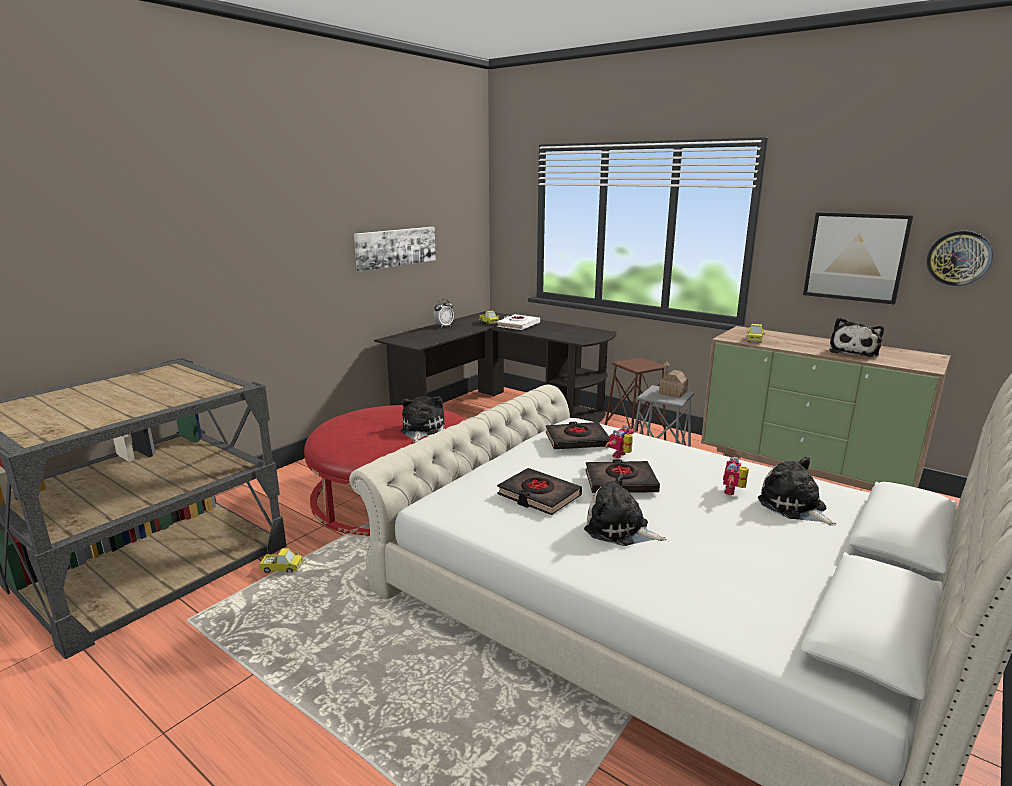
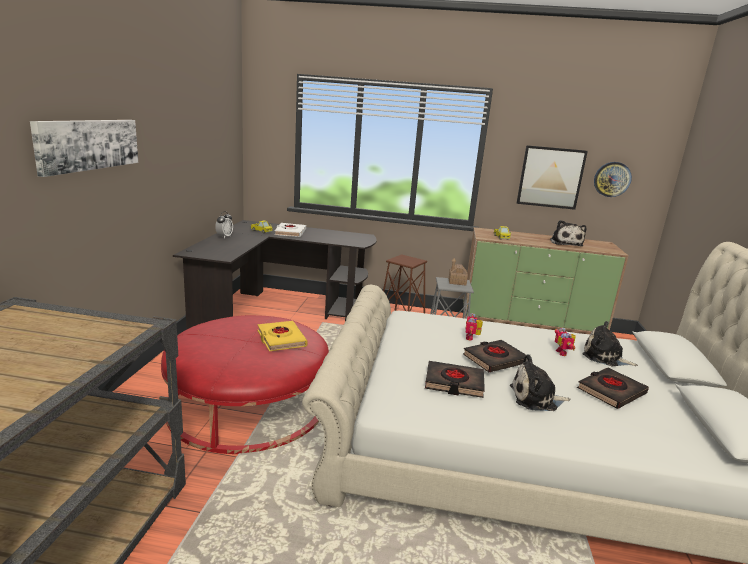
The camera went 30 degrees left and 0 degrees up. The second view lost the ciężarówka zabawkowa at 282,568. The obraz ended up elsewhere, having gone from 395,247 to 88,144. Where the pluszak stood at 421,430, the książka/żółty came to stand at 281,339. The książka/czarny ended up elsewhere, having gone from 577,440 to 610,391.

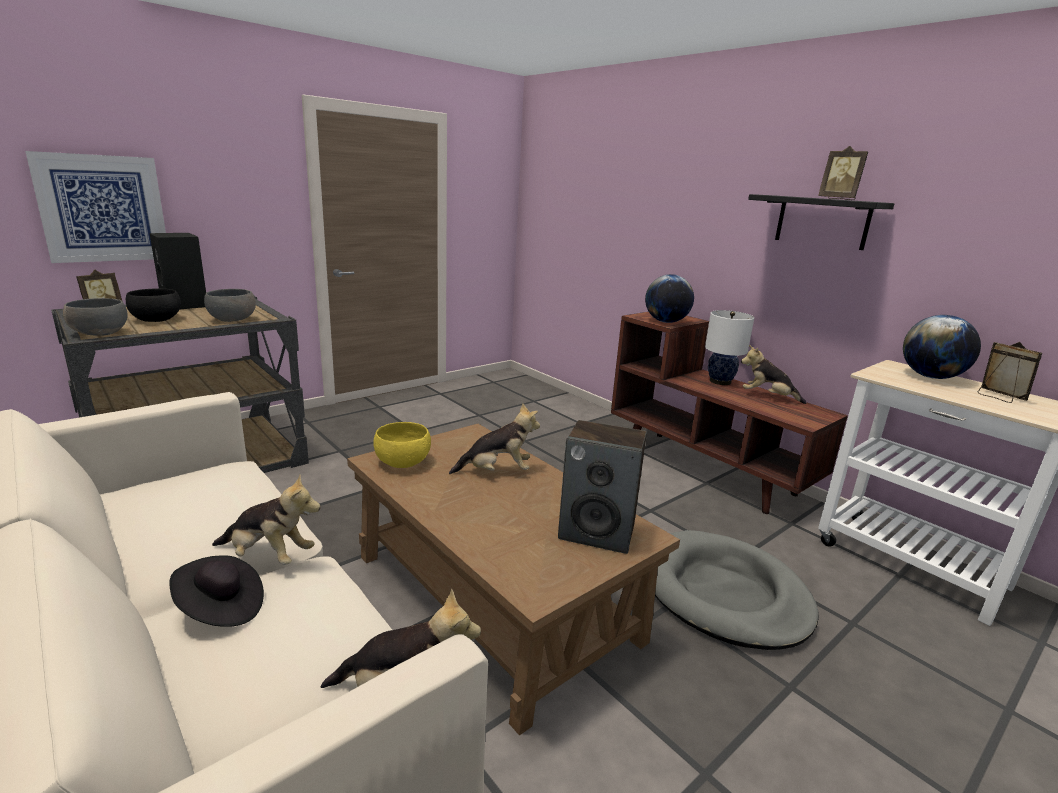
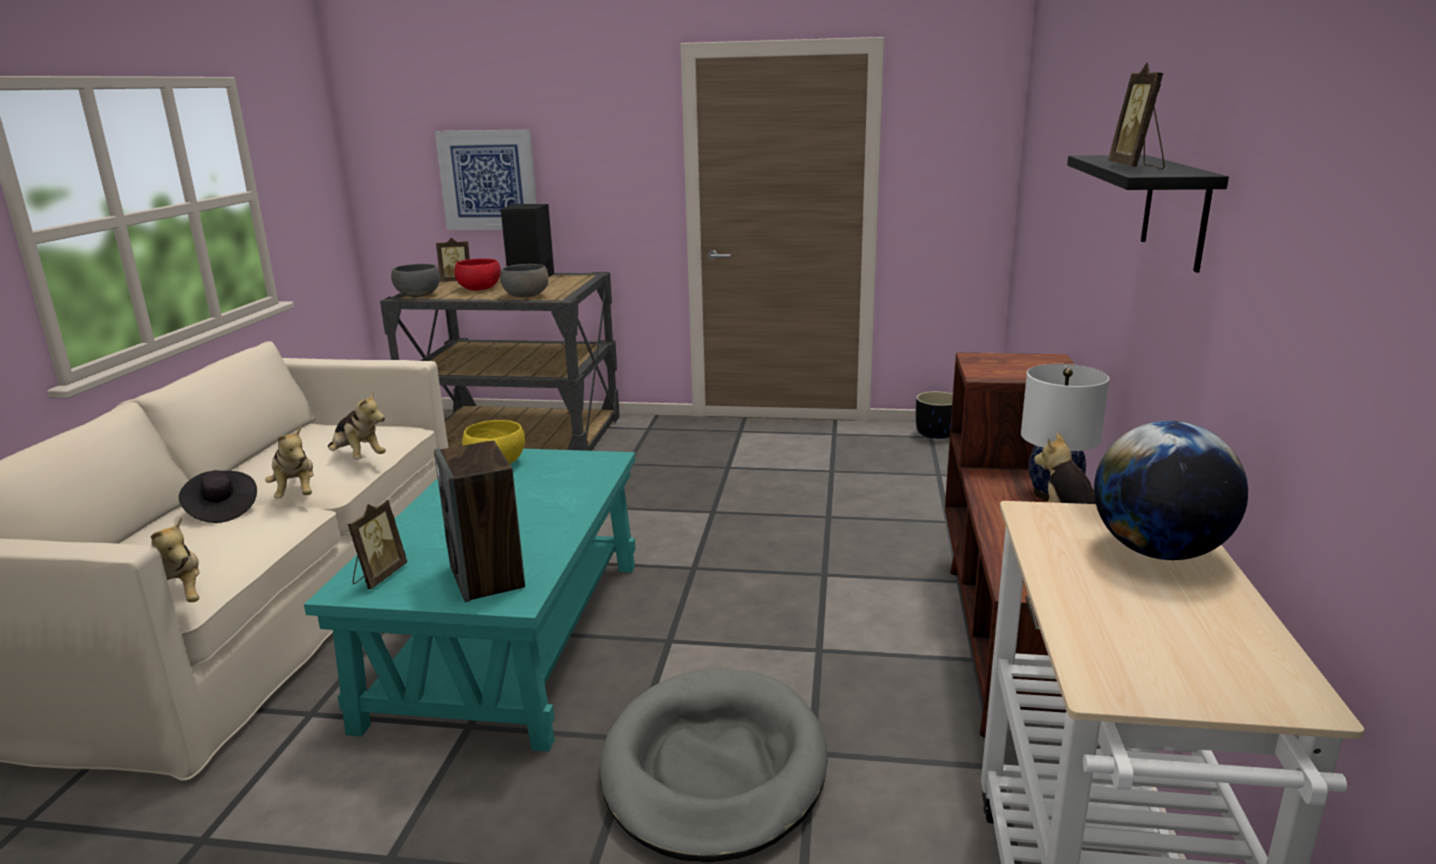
The camera went 50 degrees right and 0 degrees up. What was the miska/czarny at 157,320 turned into the miska/czerwony at 479,289. What was the ława/brązowy at 492,596 turned into the ława/turkusowy at 510,637. The pluszak ended up elsewhere, having gone from 497,471 to 358,458. The second view lost the globus at 666,322. The ramka na zdjęcie ended up elsewhere, having gone from 998,397 to 378,576. The second view gained the donica/czarny at 936,434.

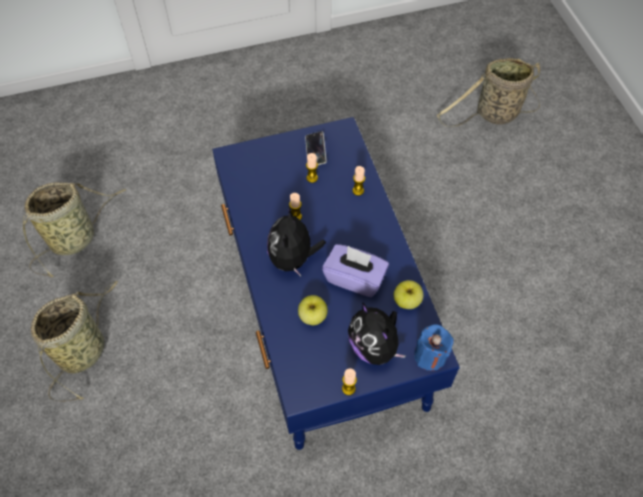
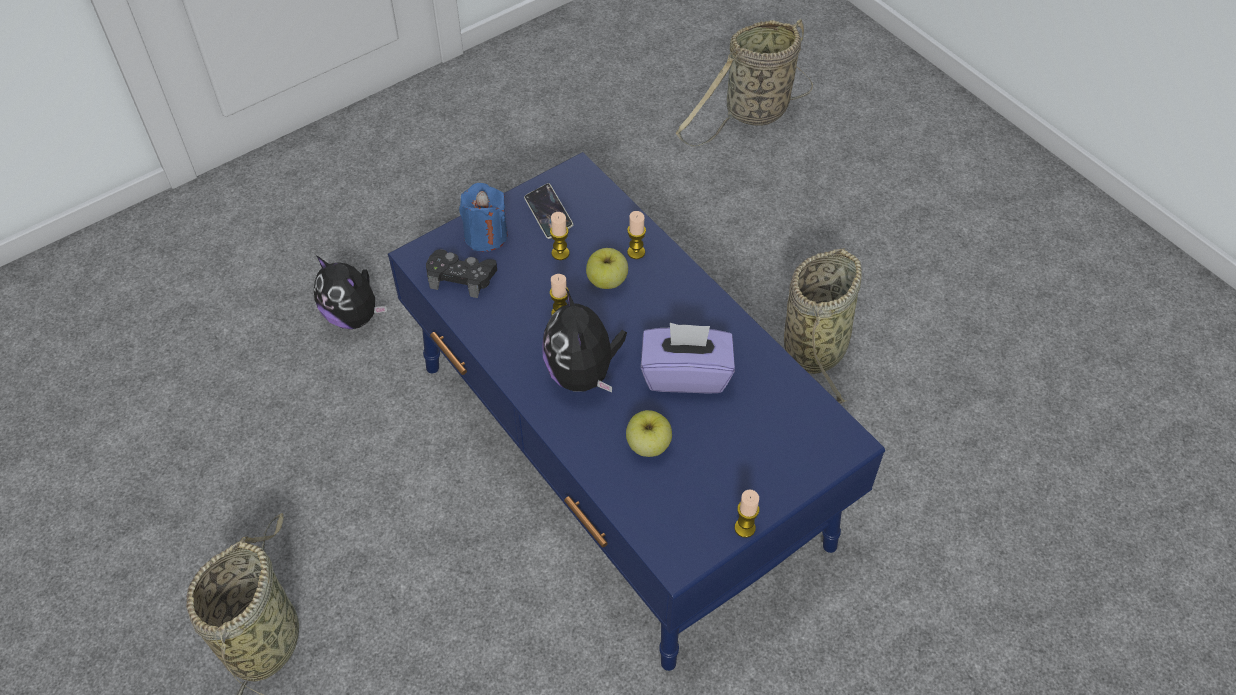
The camera went 20 degrees left and 5 degrees down. The koszyk ended up elsewhere, having gone from 76,238 to 816,345. The pluszak ended up elsewhere, having gone from 374,346 to 354,316. The jabłko ended up elsewhere, having gone from 407,301 to 607,281. The świeca/niebieski ended up elsewhere, having gone from 430,355 to 486,235. The second view gained the pad do gier/czarny at 461,277.

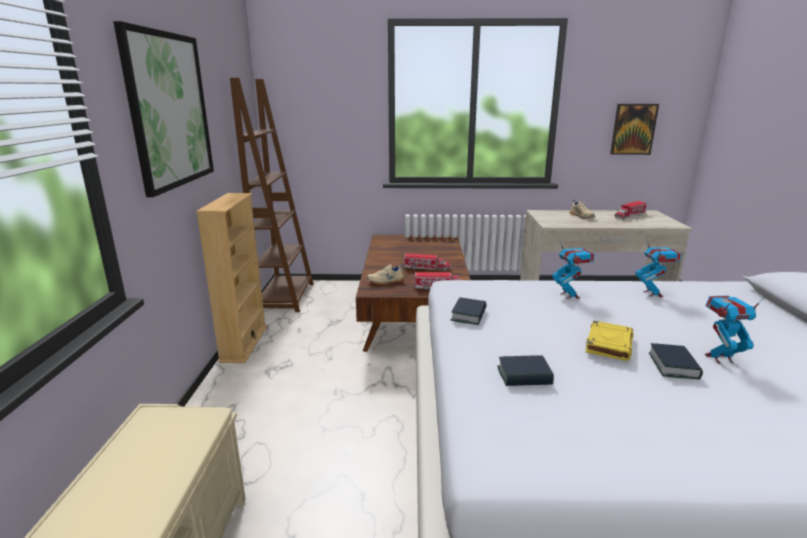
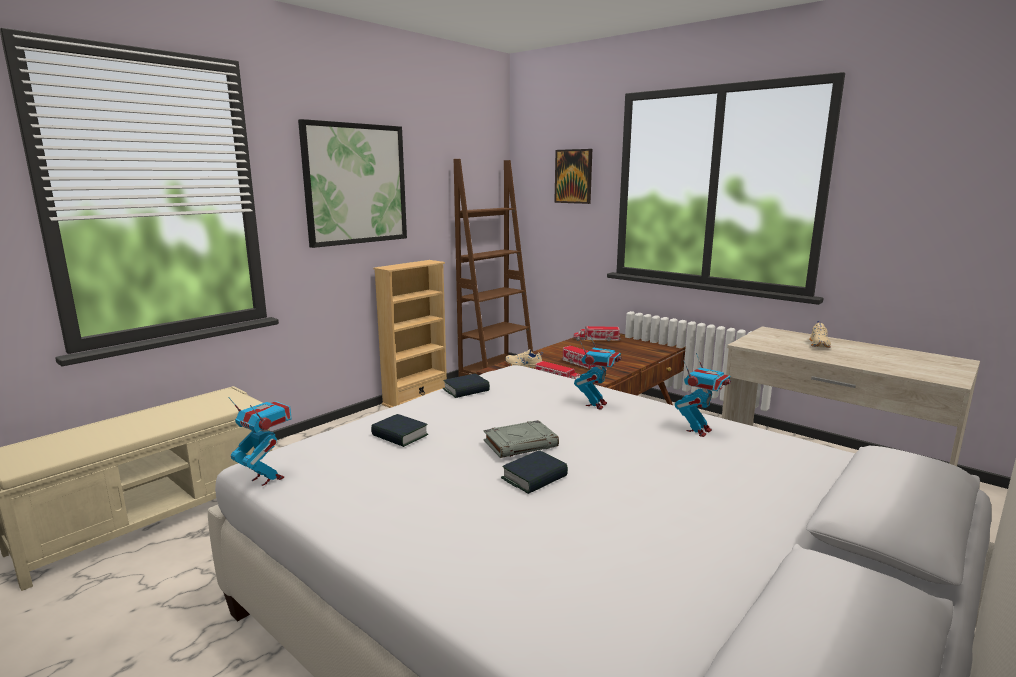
The camera went 40 degrees right and 5 degrees down. What was the książka/żółty at 608,344 turned into the książka/szary at 521,443. The obraz ended up elsewhere, having gone from 633,129 to 573,176. The ciężarówka zabawkowa ended up elsewhere, having gone from 629,216 to 596,340. The robot zabawkowy ended up elsewhere, having gone from 719,358 to 267,478.

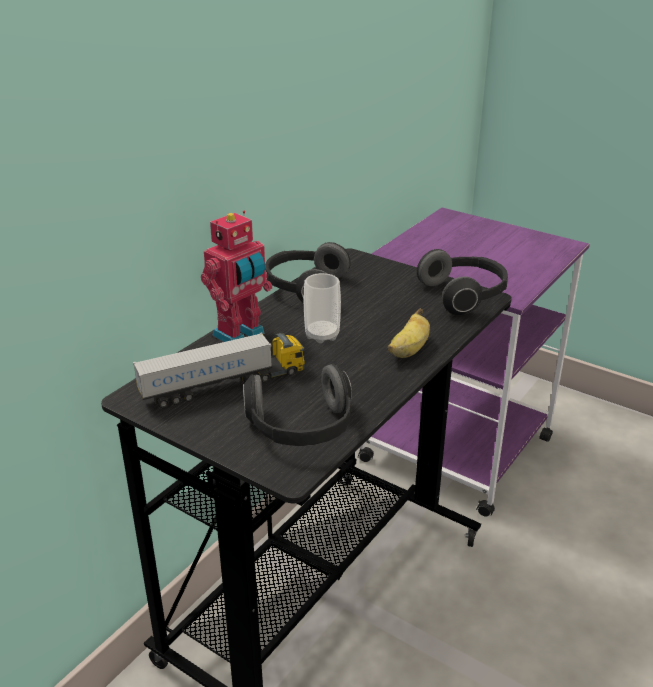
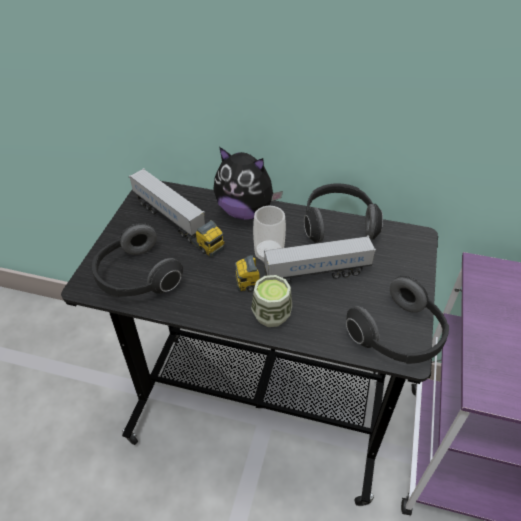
The camera went 70 degrees right and 15 degrees up. Where the robot zabawkowy stood at 241,336, the pluszak came to stand at 245,211. Where the banan stood at 409,350, the filiżanka came to stand at 271,314. The second view gained the ciężarówka zabawkowa at 303,276.

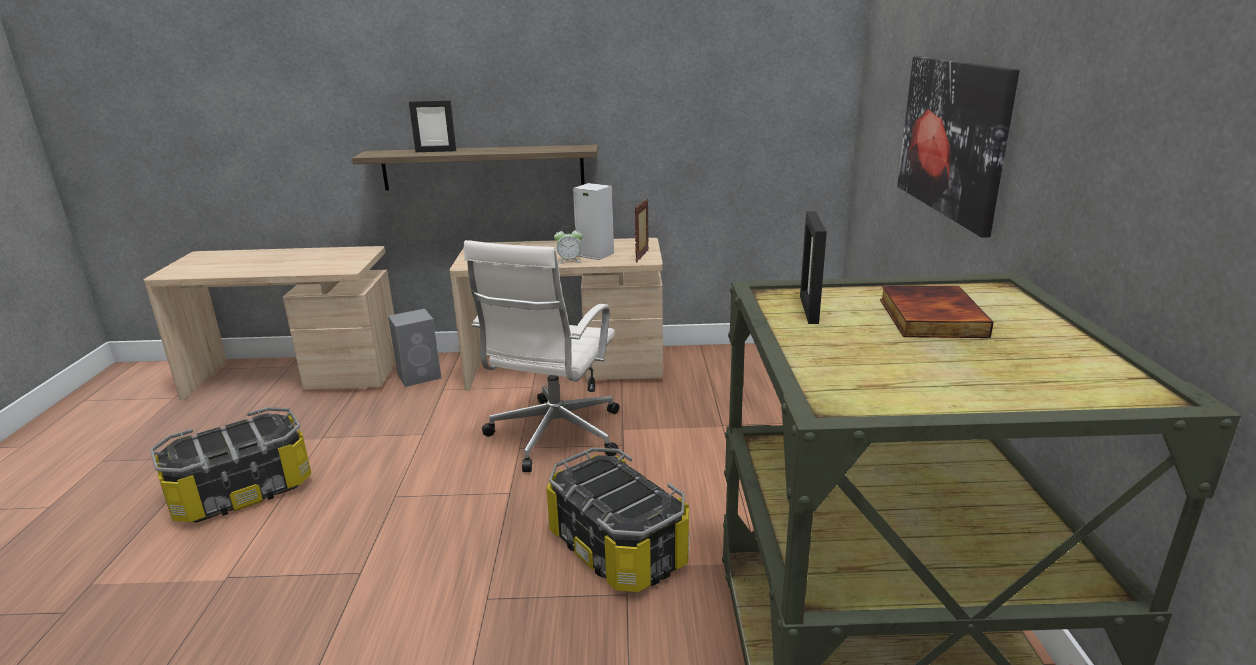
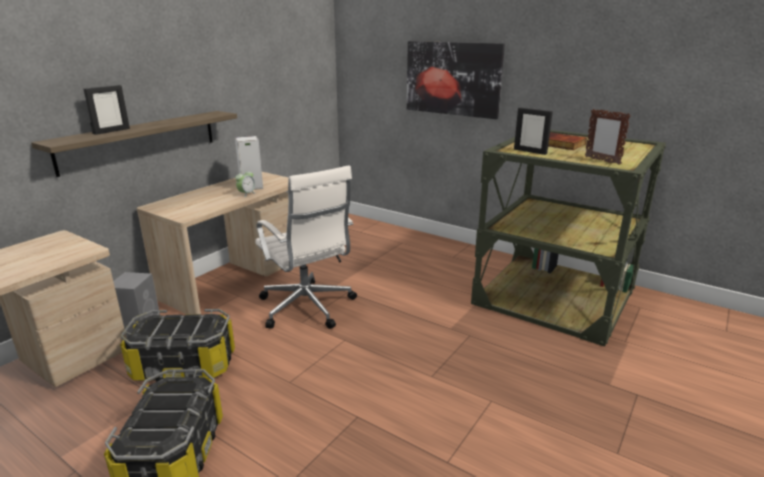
The camera went 55 degrees left and 0 degrees up. The pojemnik do przechowywania ended up elsewhere, having gone from 616,548 to 184,366. The ramka na zdjęcie ended up elsewhere, having gone from 642,256 to 602,161.

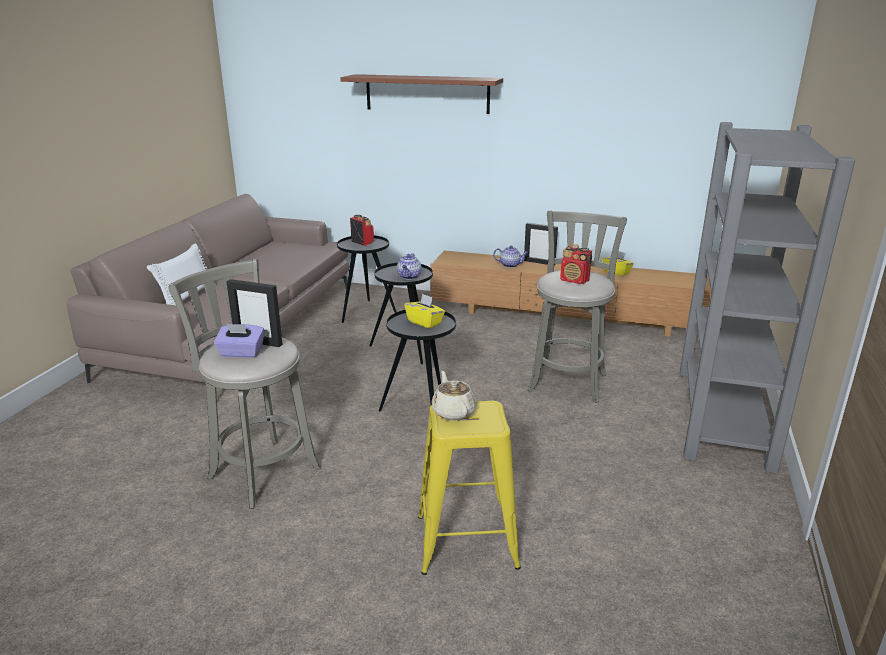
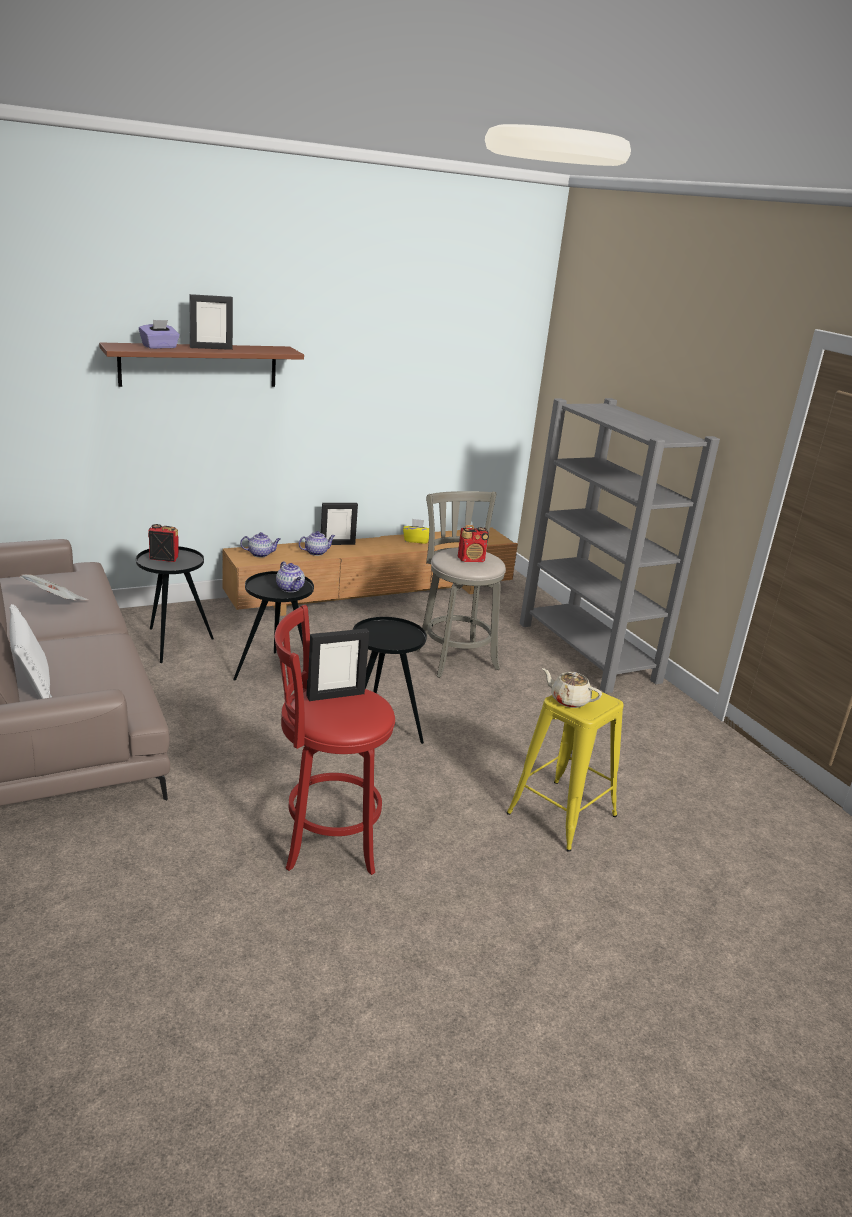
The camera went 45 degrees left and 0 degrees up. What was the stołek/szary at 261,470 turned into the stołek/czerwony at 326,839. The pudełko chusteczek/fioletowy ended up elsewhere, having gone from 241,353 to 159,347. The second view lost the pudełko chusteczek/żółty at 425,322. The second view gained the gazeta at 55,603. The second view gained the ramka na zdjęcie at 211,348. The second view gained the imbryk at 261,554.

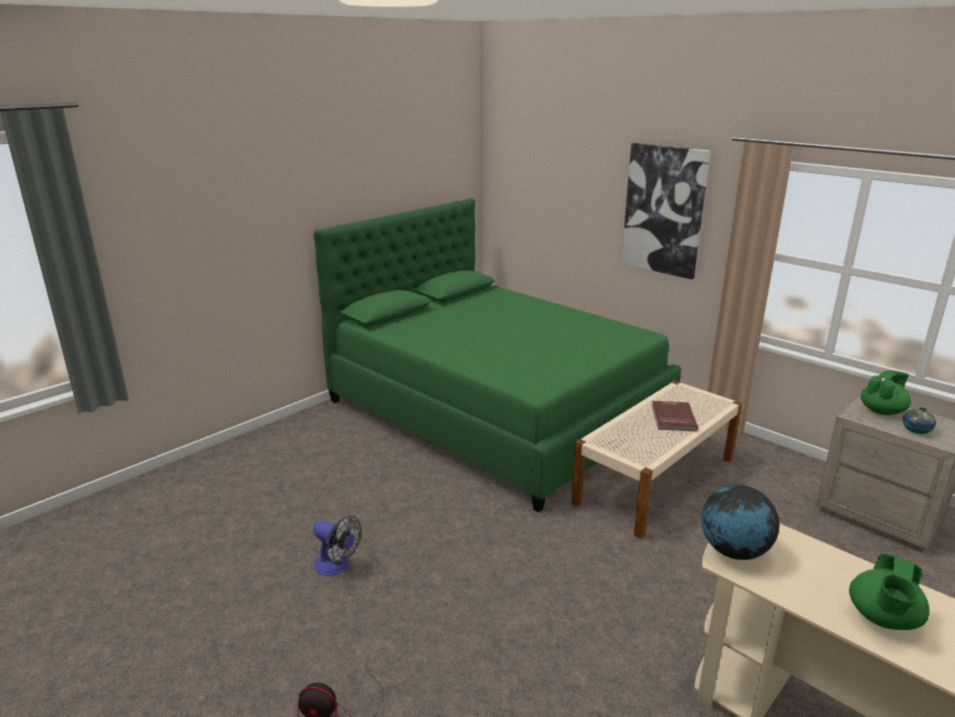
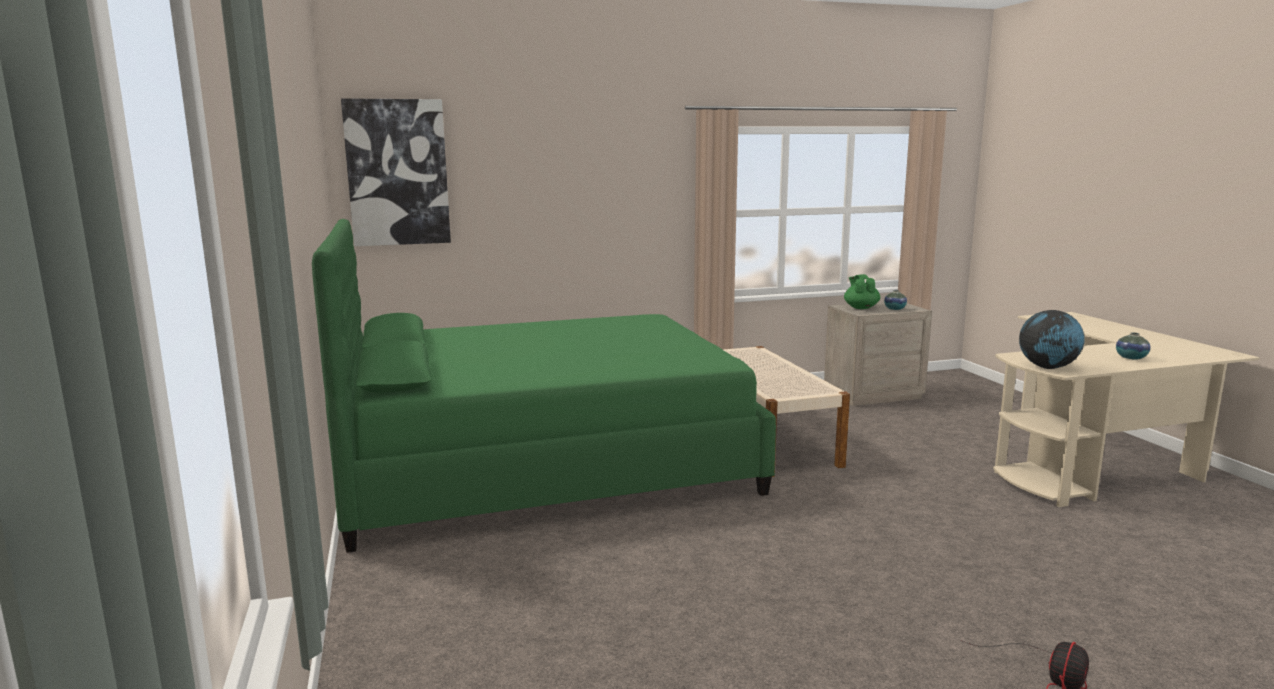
The camera went 60 degrees left and 10 degrees down. The second view lost the wentylator at 337,566. The obraz ended up elsewhere, having gone from 664,210 to 397,173. The second view lost the książka/czerwony at 672,418. Where the imbryk/zielony stood at 883,619, the wazon came to stand at 1131,358.

